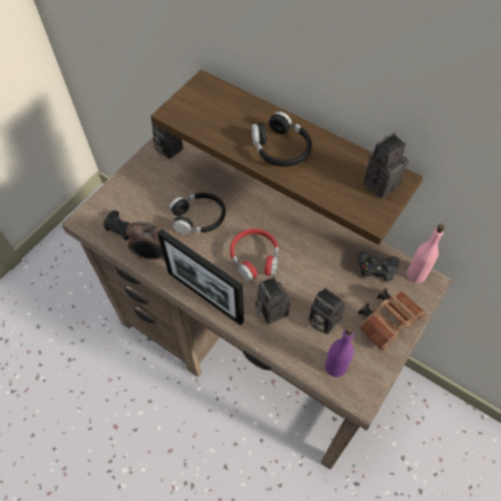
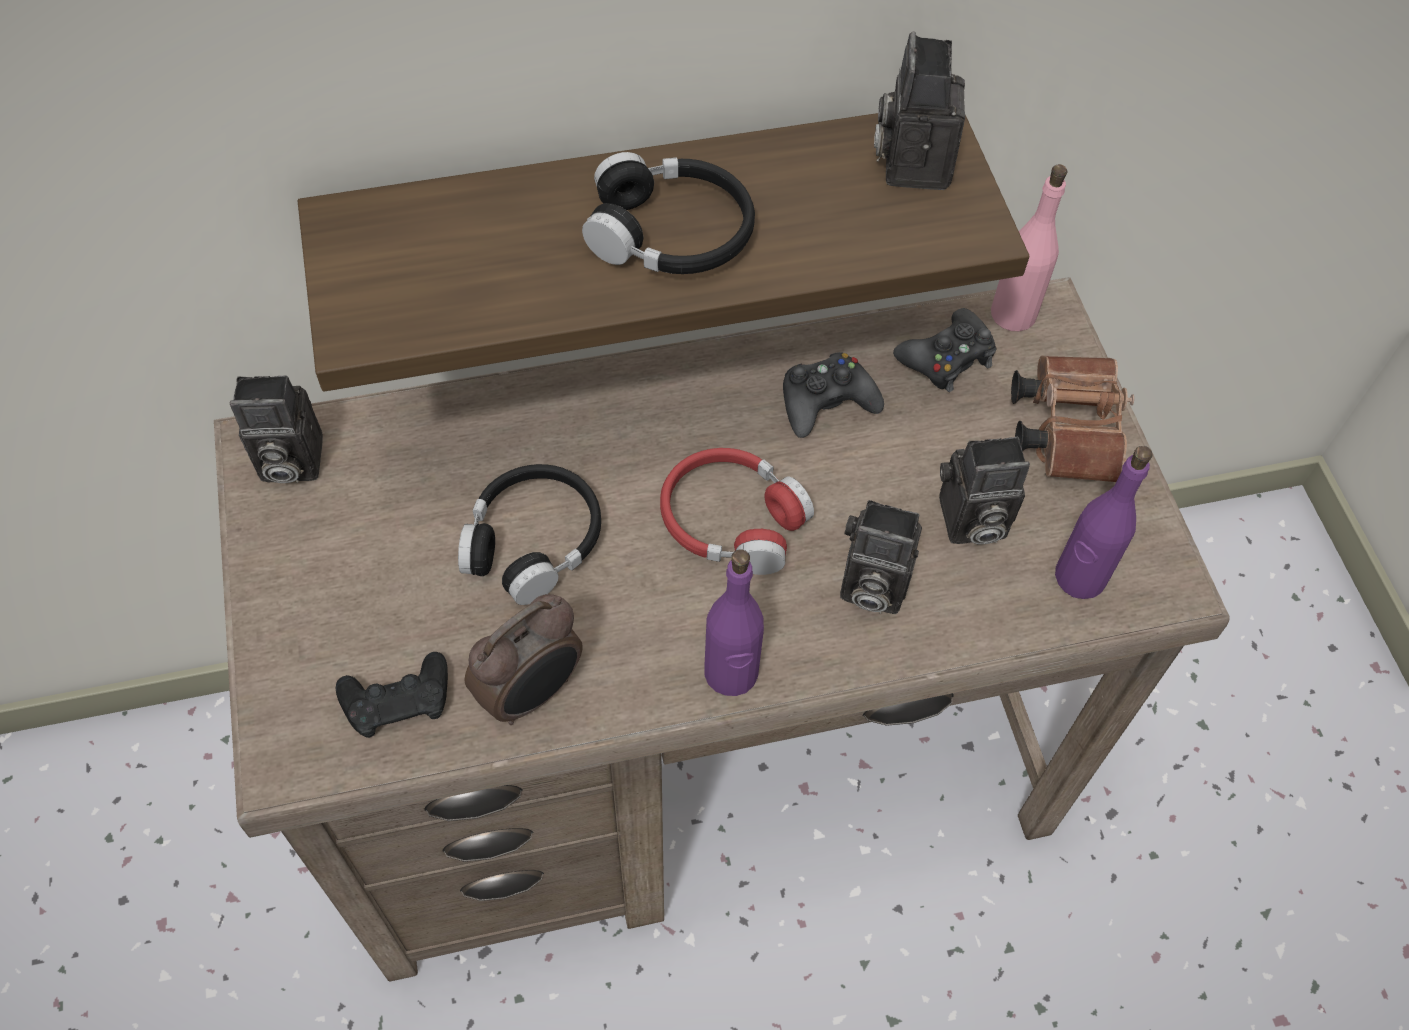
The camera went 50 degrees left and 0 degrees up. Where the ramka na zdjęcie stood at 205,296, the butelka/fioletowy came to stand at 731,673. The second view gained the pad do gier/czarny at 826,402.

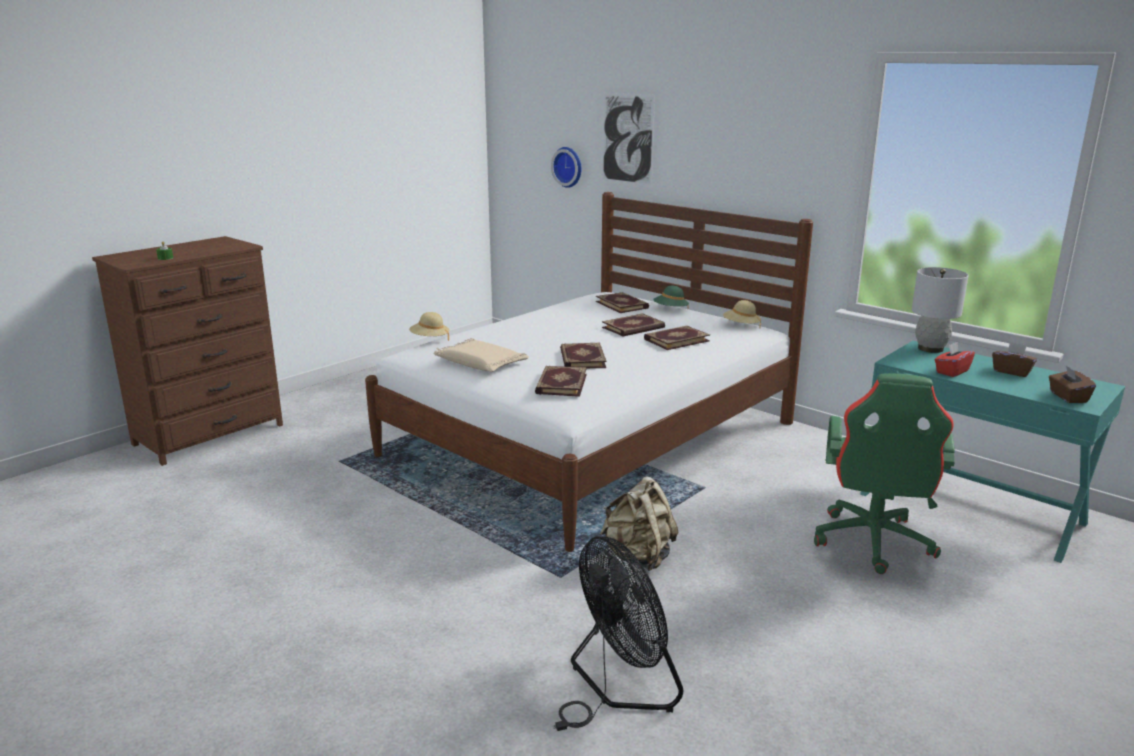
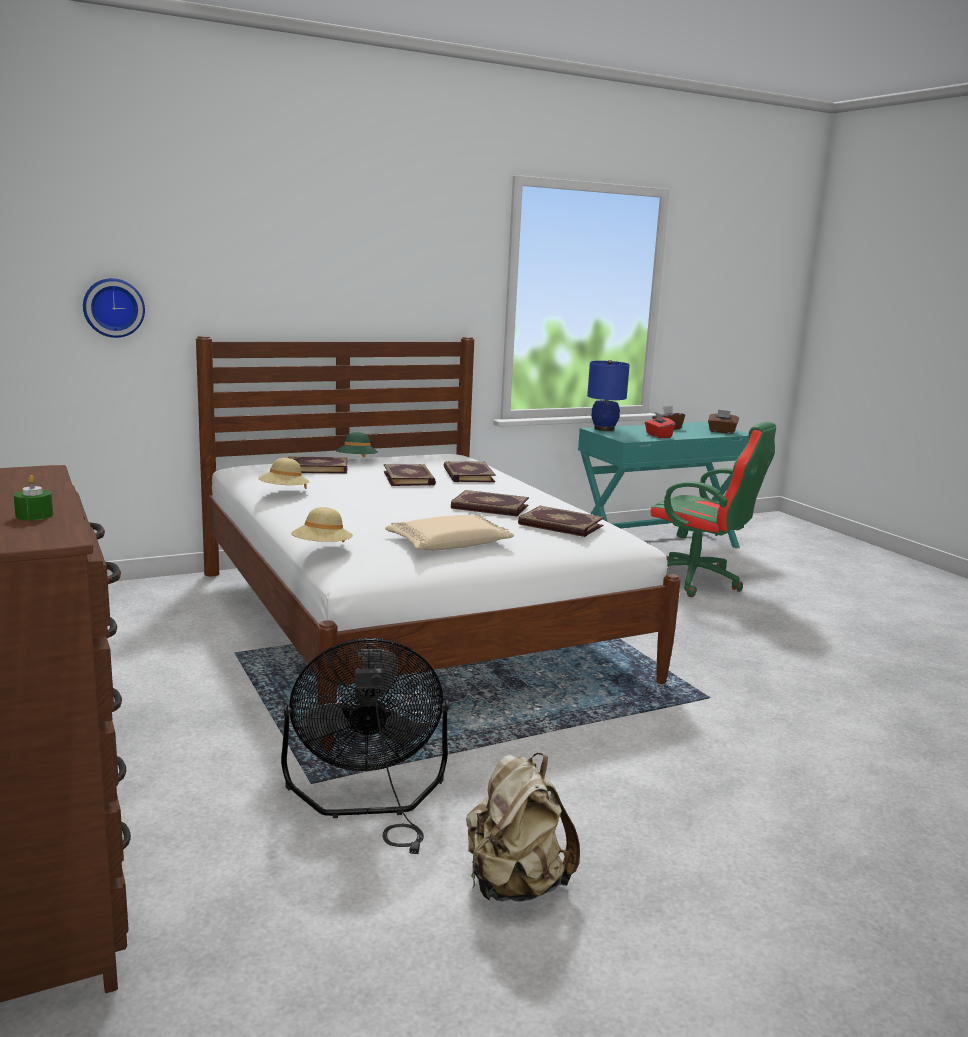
The camera went 70 degrees left and 5 degrees down. The wentylator/czarny ended up elsewhere, having gone from 609,681 to 372,802. The plecak/beżowy ended up elsewhere, having gone from 638,557 to 515,885. The second view lost the obraz at 627,139. The kapelusz/beżowy ended up elsewhere, having gone from 741,326 to 284,492. What was the lampa stołowa/biały at 930,349 turned into the lampa stołowa/niebieski at 604,429.

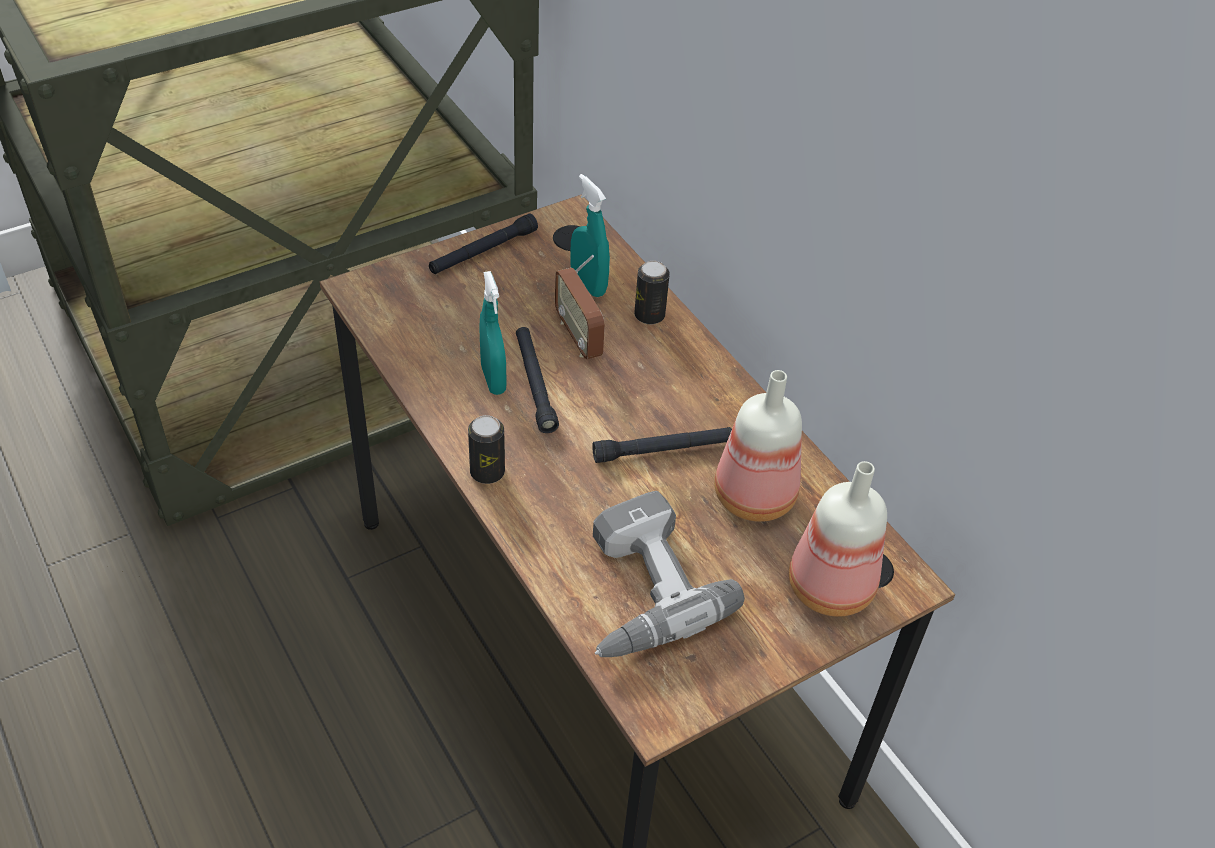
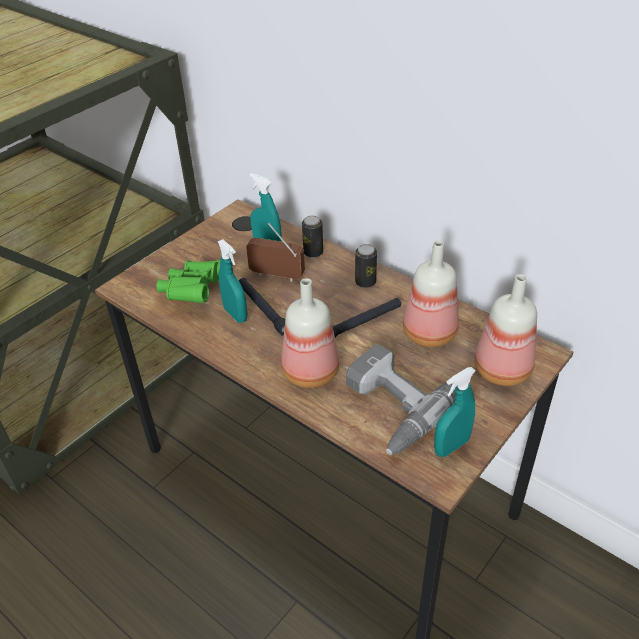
The camera went 15 degrees left and 5 degrees down. The second view lost the latarka/czarny at 483,252. The puszka ended up elsewhere, having gone from 487,472 to 365,282. The radio at 579,337 ended up facing another way, 150 degrees clockwise from before. The second view gained the lornetka/zielony at 194,292. The second view gained the butelka at 309,371. The second view gained the spryskiwacz/turkusowy at 451,446.

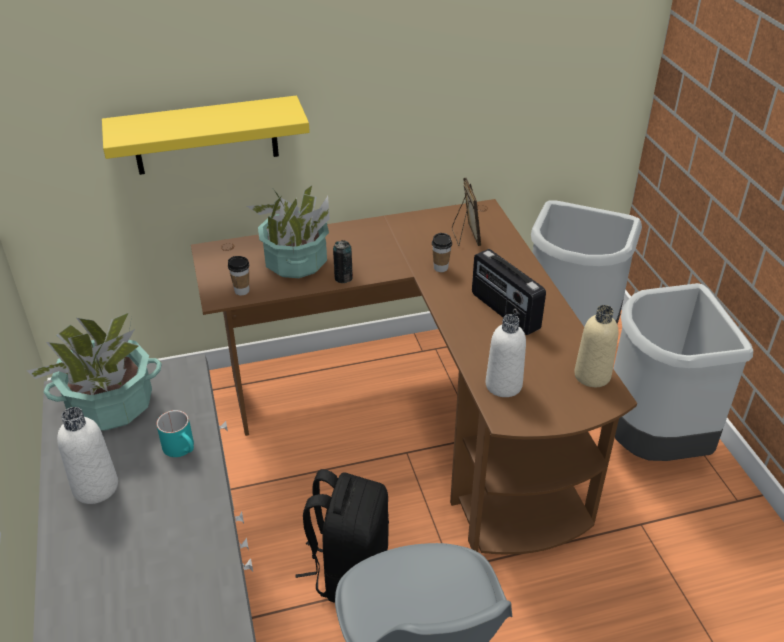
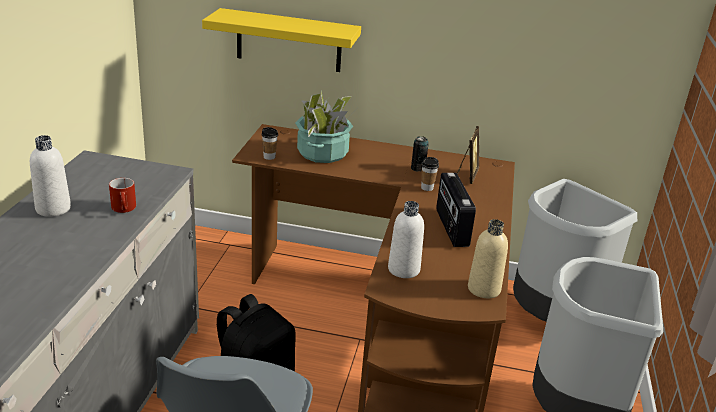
The camera went 25 degrees right and 10 degrees down. The second view lost the roślina doniczkowa at 111,405. What was the kubek/turkusowy at 183,448 turned into the kubek/czerwony at 125,209. The puszka ended up elsewhere, having gone from 343,278 to 418,168.

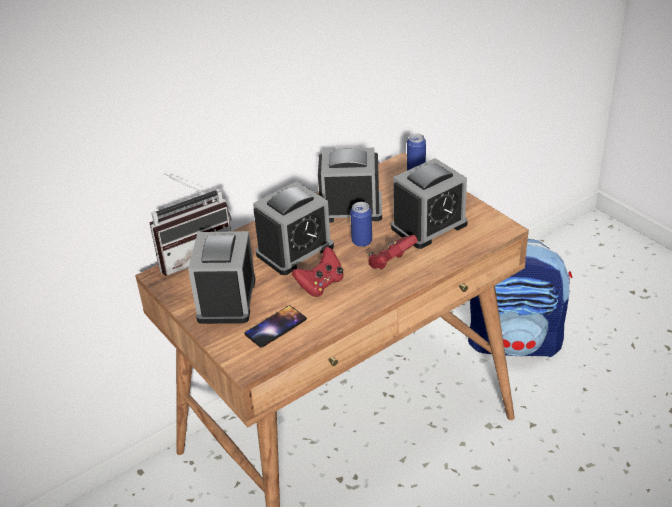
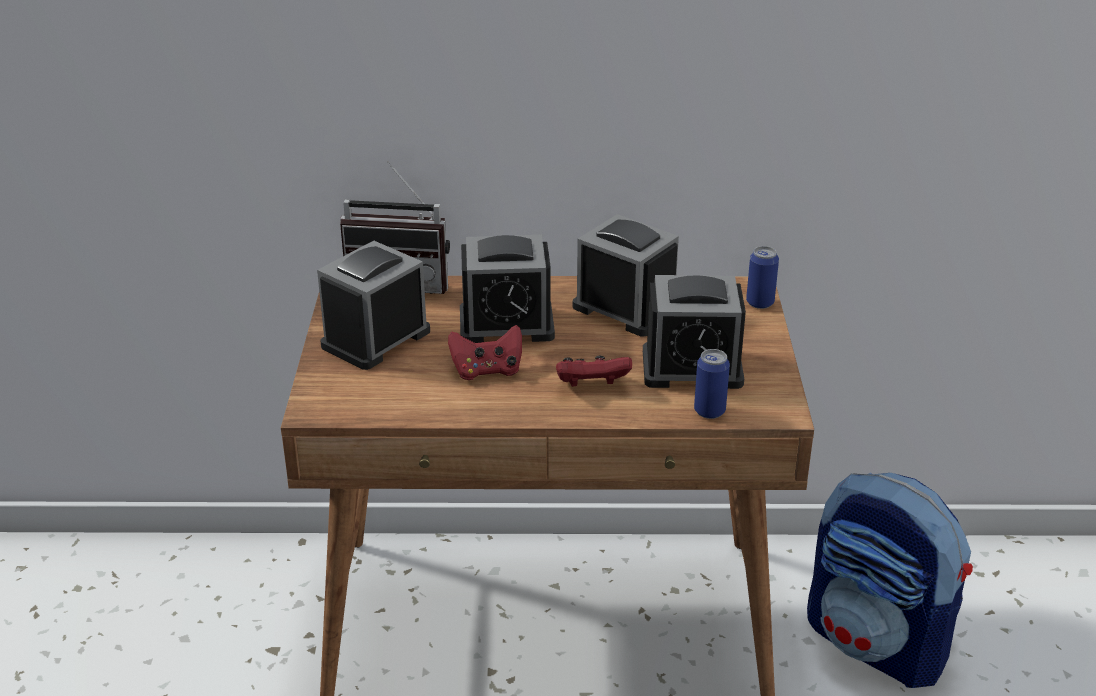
The camera went 35 degrees right and 5 degrees down. The second view lost the telefon at 275,327. The puszka ended up elsewhere, having gone from 362,241 to 709,411.

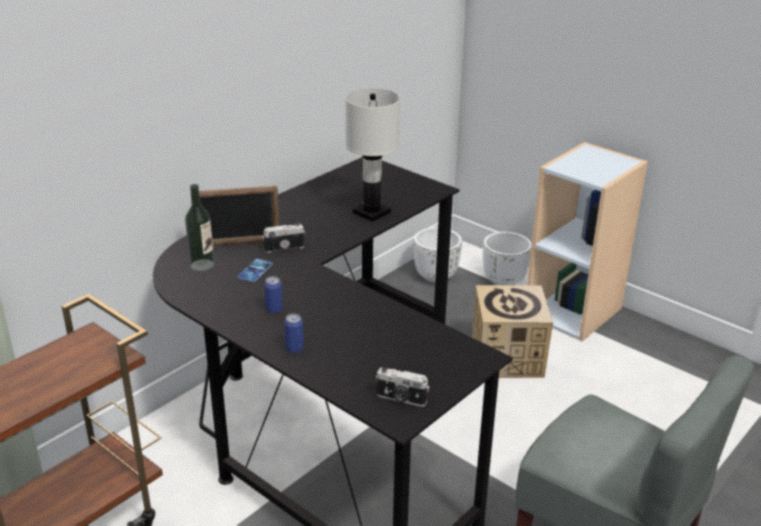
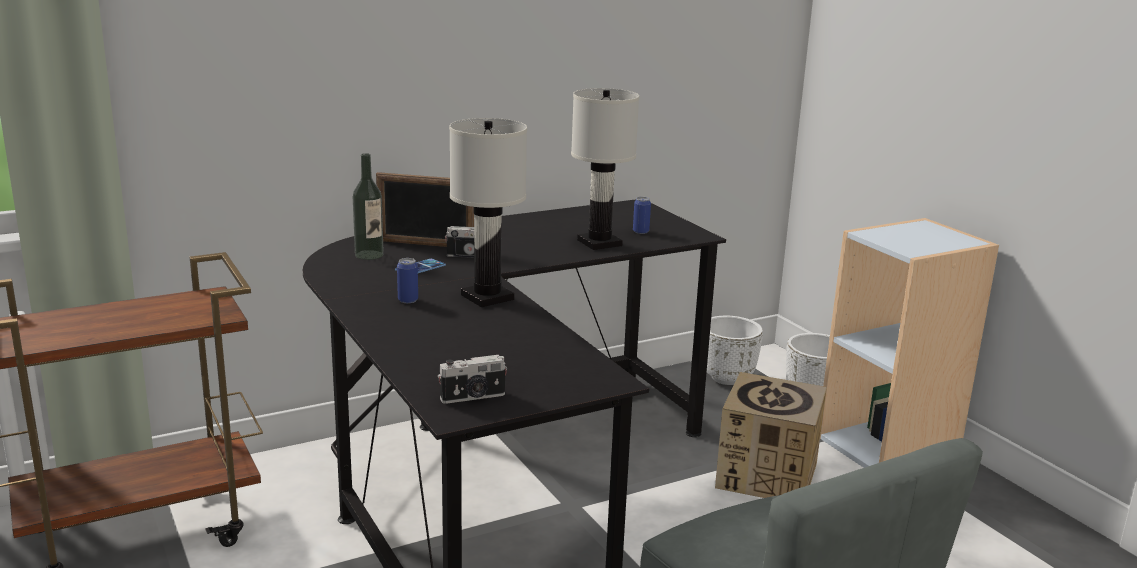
The camera went 20 degrees right and 10 degrees down. The puszka ended up elsewhere, having gone from 294,348 to 640,231. The aparat fotograficzny at 401,399 ended up facing another way, 60 degrees counterclockwise from before. The second view gained the lampa stołowa/biały at 488,297.

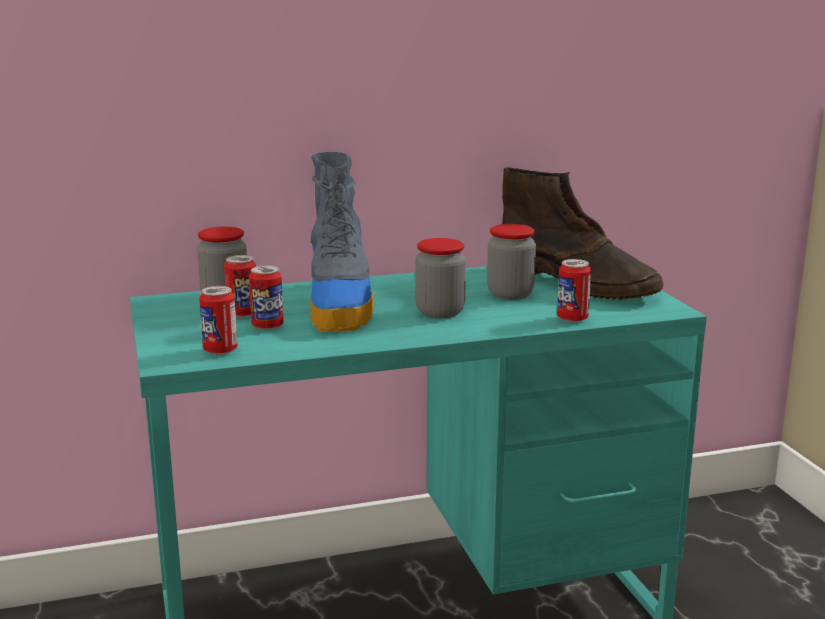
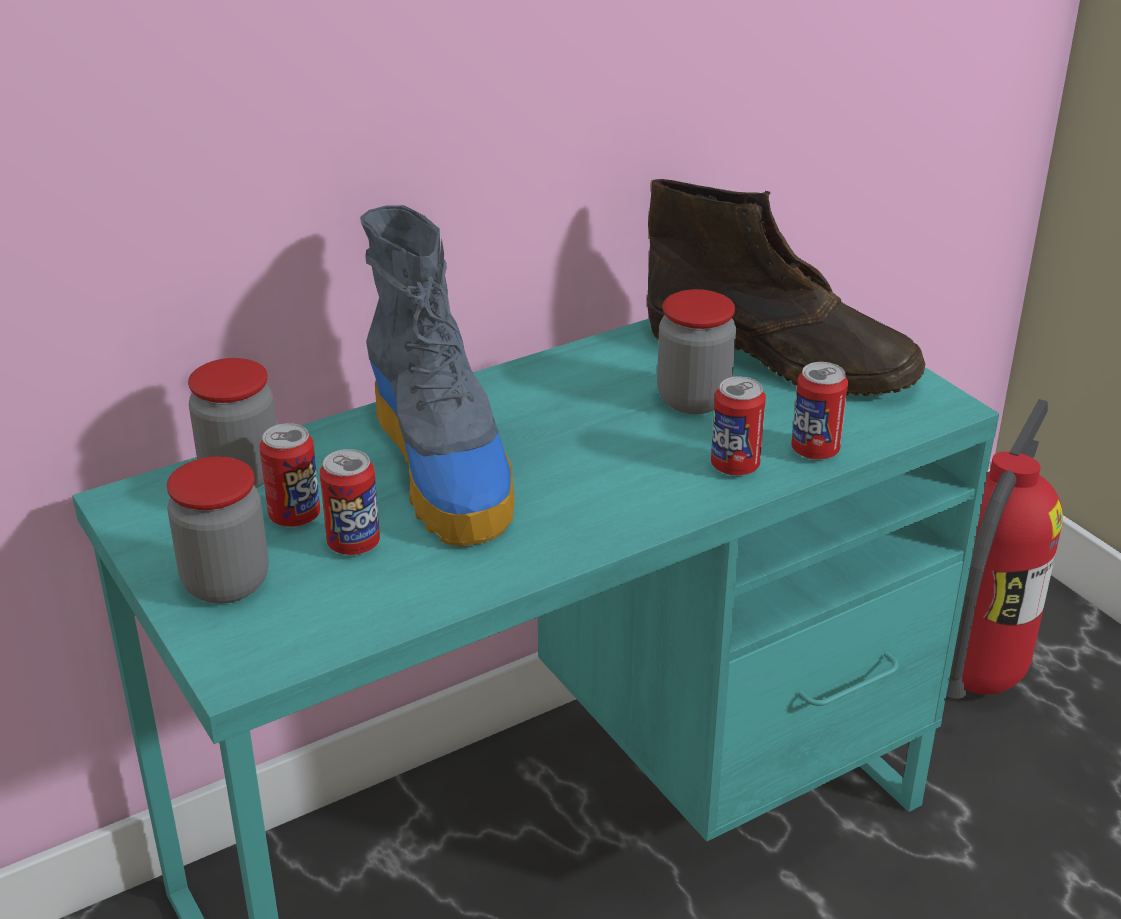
The camera went 15 degrees left and 15 degrees up. The puszka ended up elsewhere, having gone from 220,350 to 735,466. The słoik ended up elsewhere, having gone from 440,312 to 226,583. The second view gained the gaśnica at 975,680.

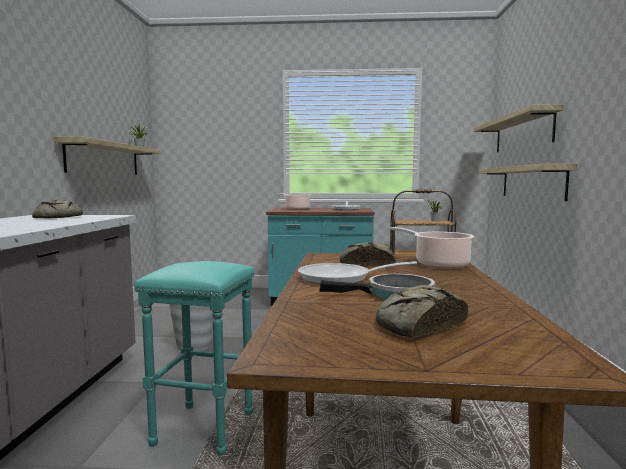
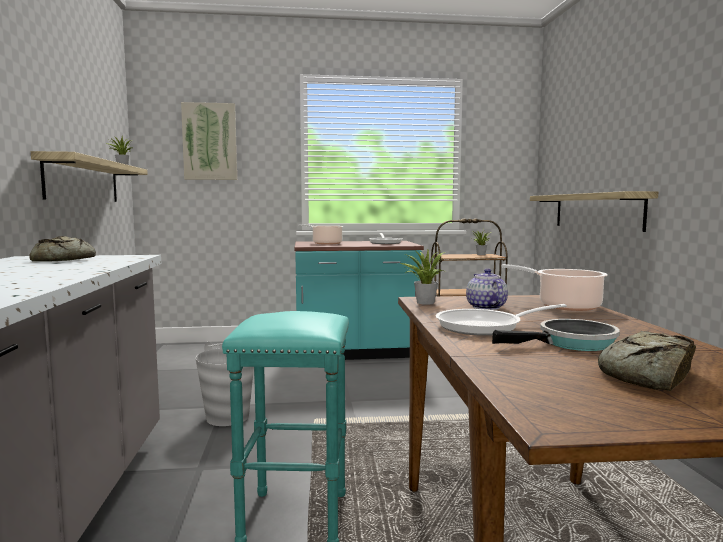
The camera went 10 degrees left and 0 degrees up. Where the chleb stood at 366,263, the imbryk came to stand at 486,307. The second view lost the półka at 522,133. The second view gained the obraz at 210,142. The second view gained the roślina doniczkowa at 423,302.

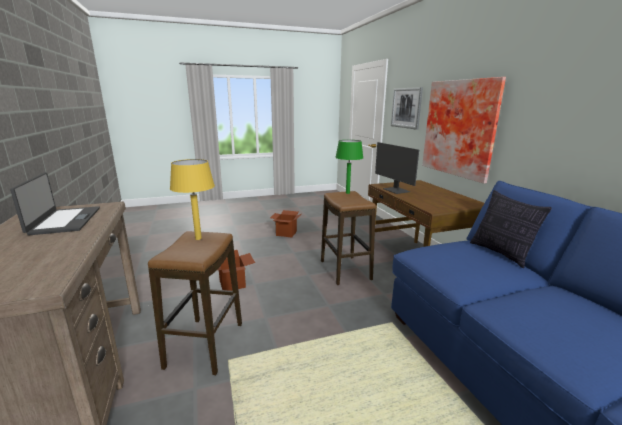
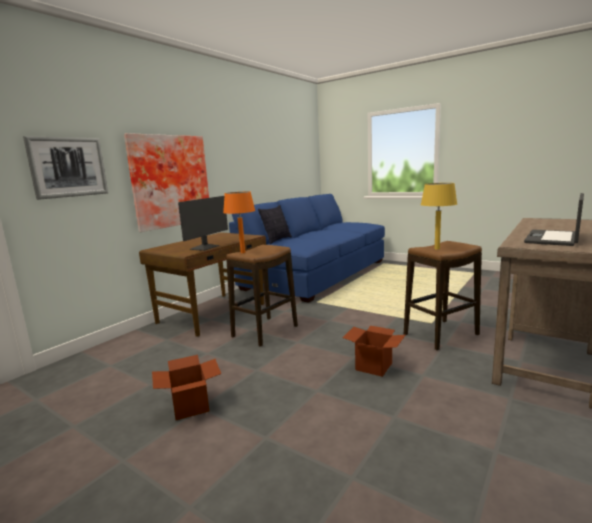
The camera went 125 degrees left and 5 degrees down. What was the lampa stołowa/zielony at 347,193 turned into the lampa stołowa/pomarańczowy at 243,252.

